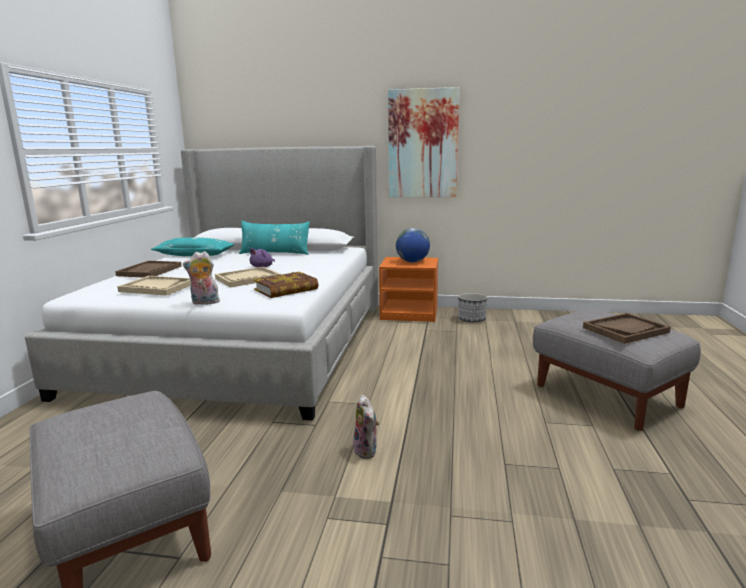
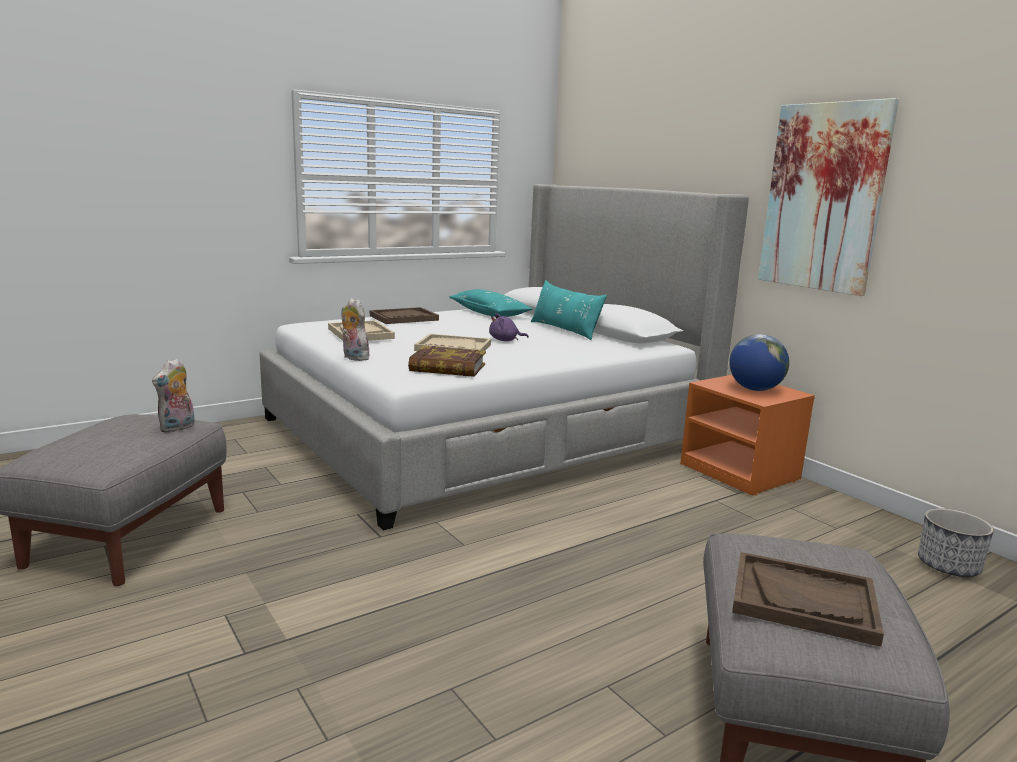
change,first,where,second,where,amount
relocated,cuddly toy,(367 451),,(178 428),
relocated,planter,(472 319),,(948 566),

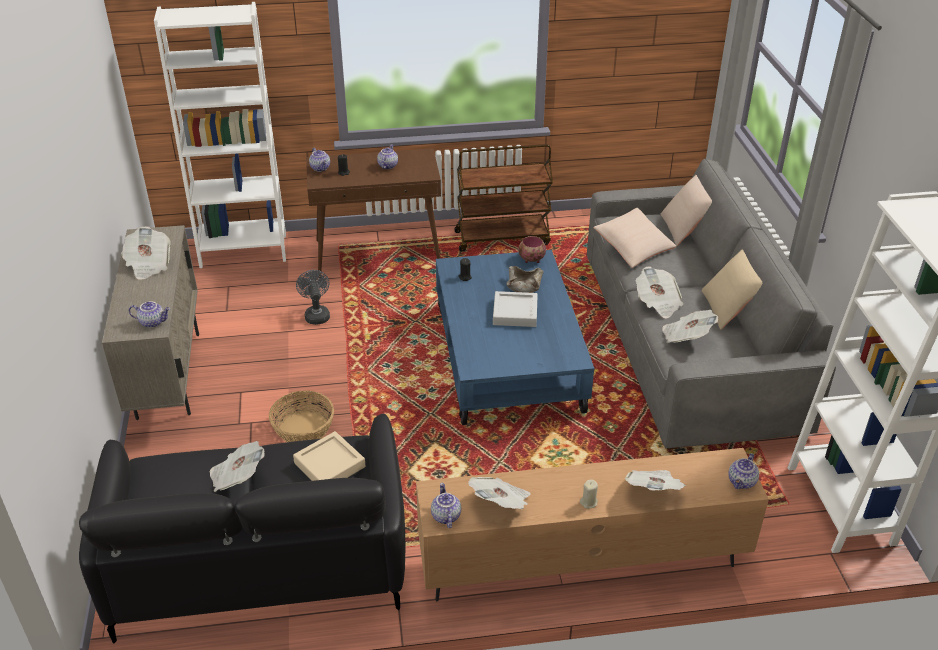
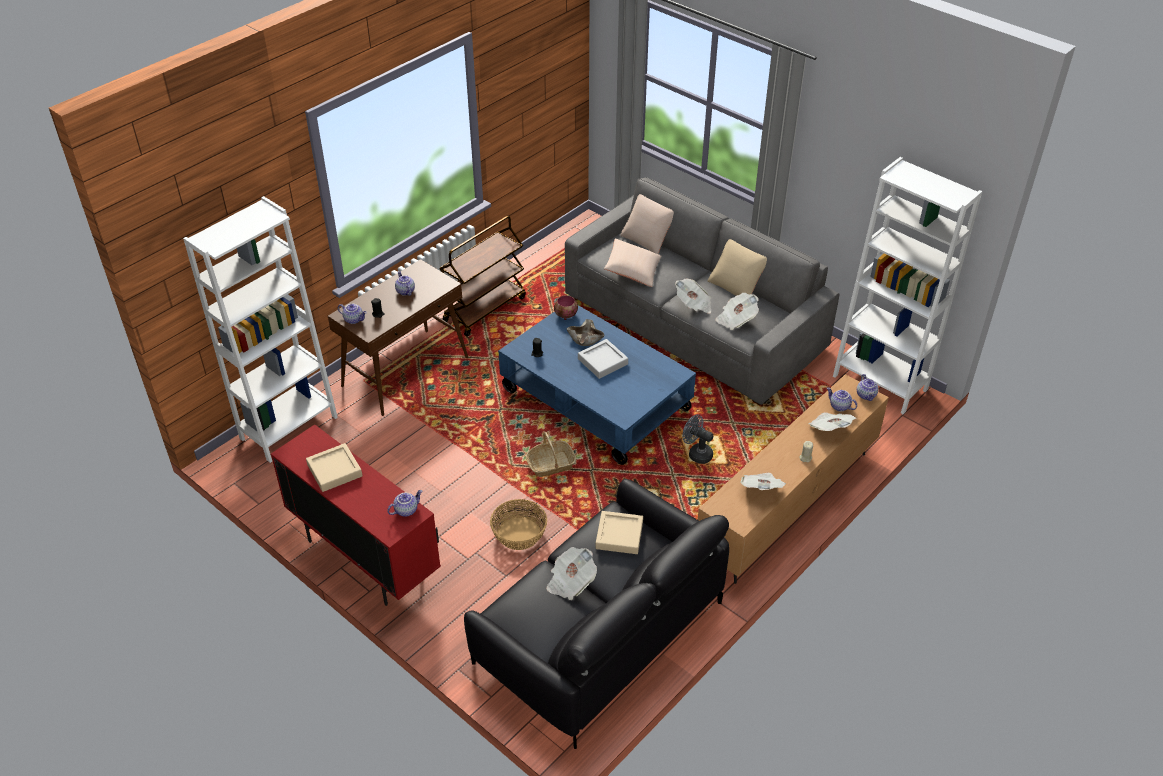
change,first,where,second,where,amount
colour,cupboard/beige,(169 375),cupboard/red-coloured,(364 558),
exchanged,daily paper,(148 264),serving tray/beige,(334 470),
appeared,,,household basket,(551 465),
relocated,fan/gray,(316 314),,(697 453),
relocated,pot for tea,(445 516),,(839 406),

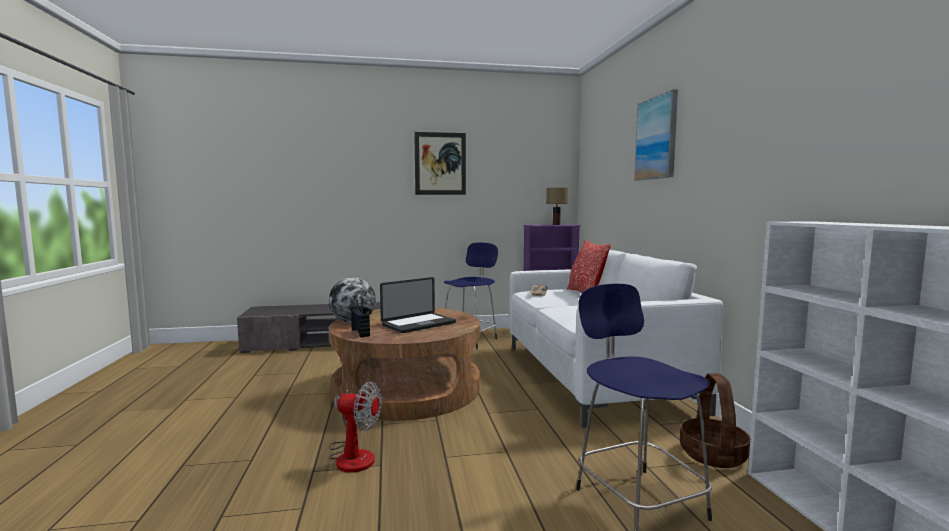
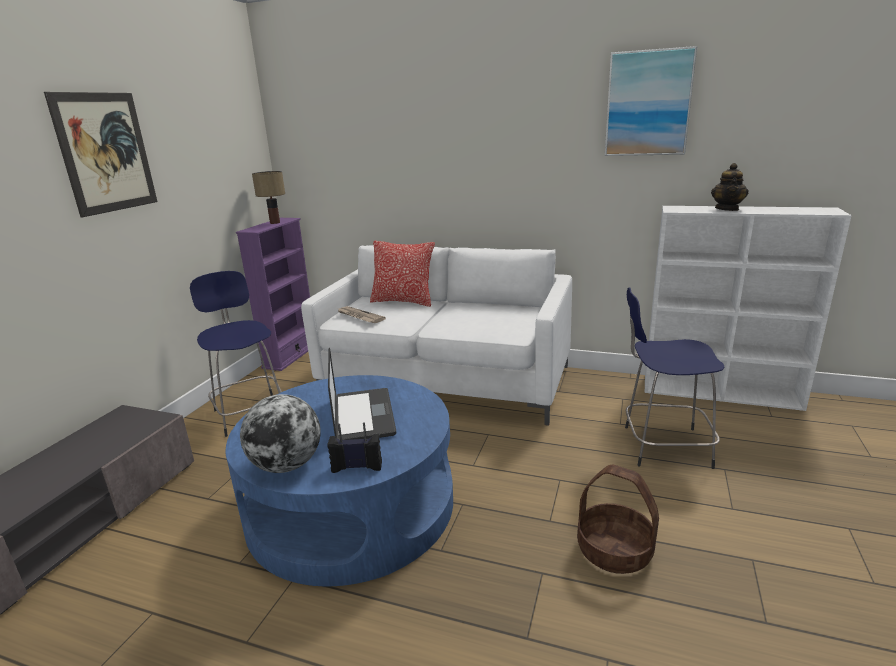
change,first,where,second,where,amount
colour,coffee table/brown,(407 388),coffee table/blue-coloured,(351 504),
relocated,household basket,(713 454),,(615 550),
relocated,wall picture,(656 138),,(648 104),
appeared,,,pot for tea,(727 209),
missing,fan,(352 455),,,

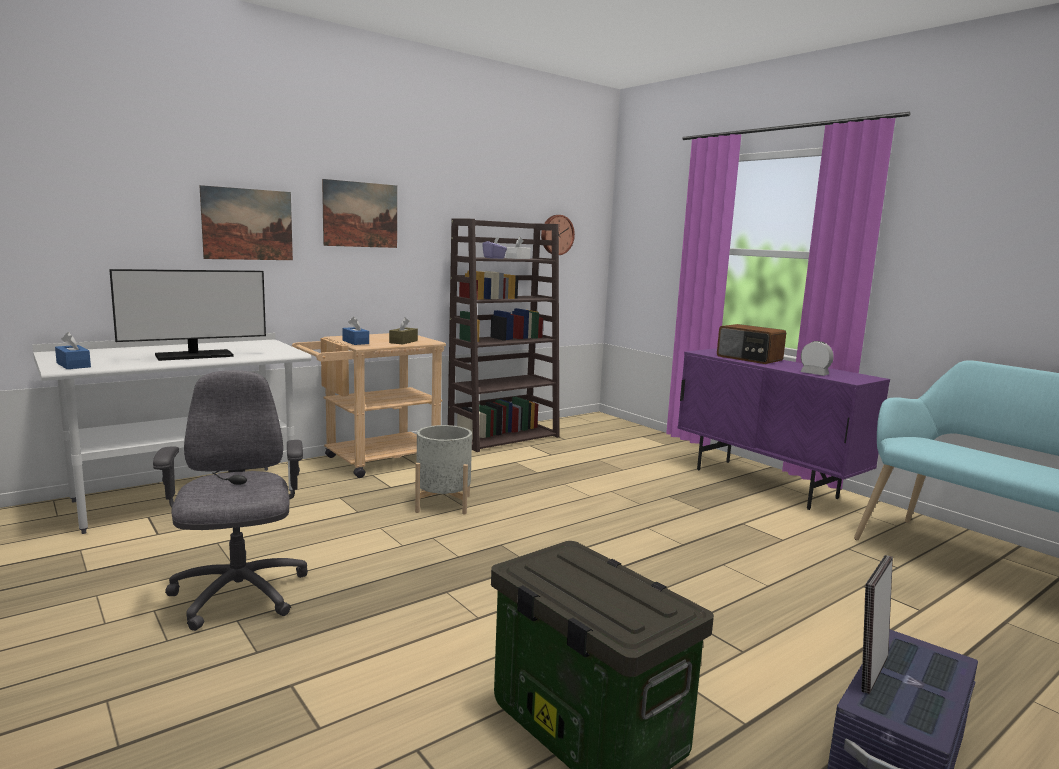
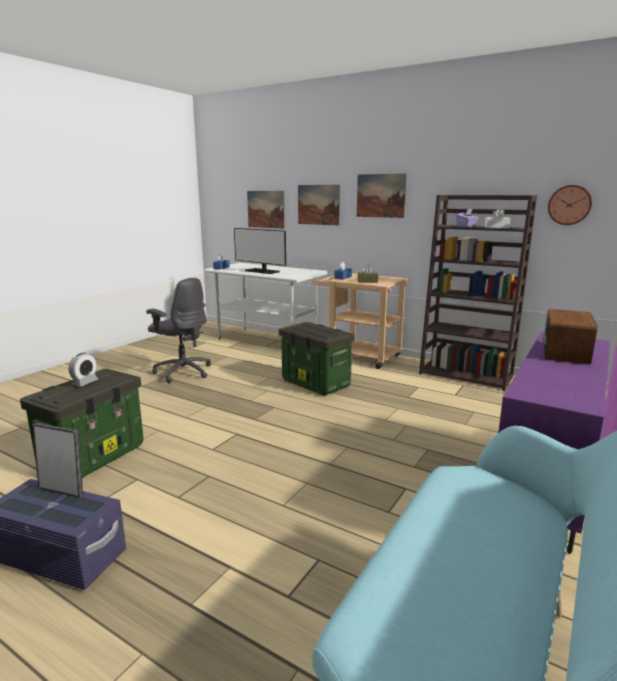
change,first,where,second,where,amount
relocated,table clock,(814 374),,(85 382),
spun,computer chair/gray,(238 596),,(183 372),75 degrees clockwise
appeared,,,wall picture,(266 209),
exchanged,planter/gray,(443 503),storage box,(316 383),

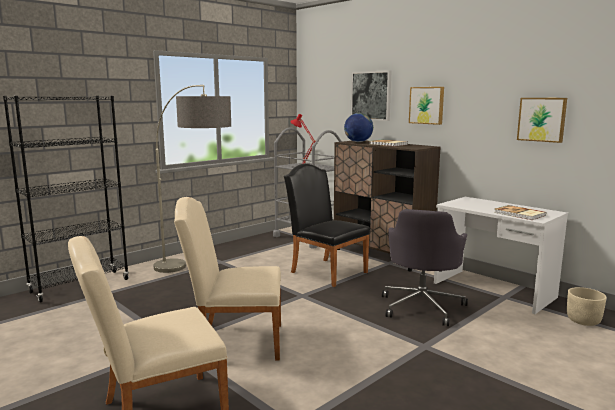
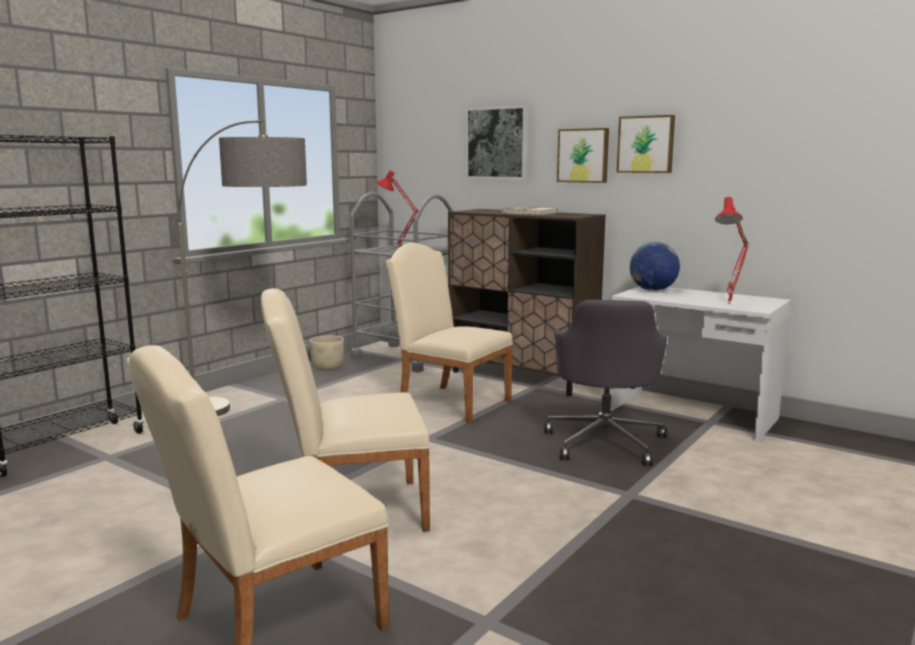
change,first,where,second,where,amount
relocated,planter/beige,(583 321),,(328 367),
colour,chair/black,(325 271),chair/beige,(448 402),
relocated,wall picture,(542 119),,(646 144),
relocated,world globe,(358 142),,(653 290),
exchanged,bound book,(519 214),lamp for a table/red-coloured,(731 304),

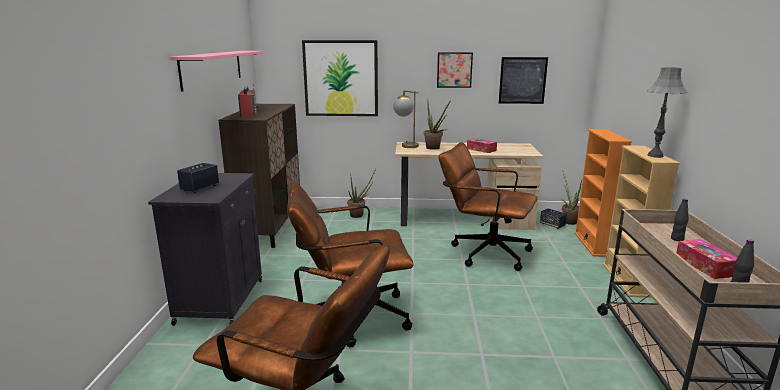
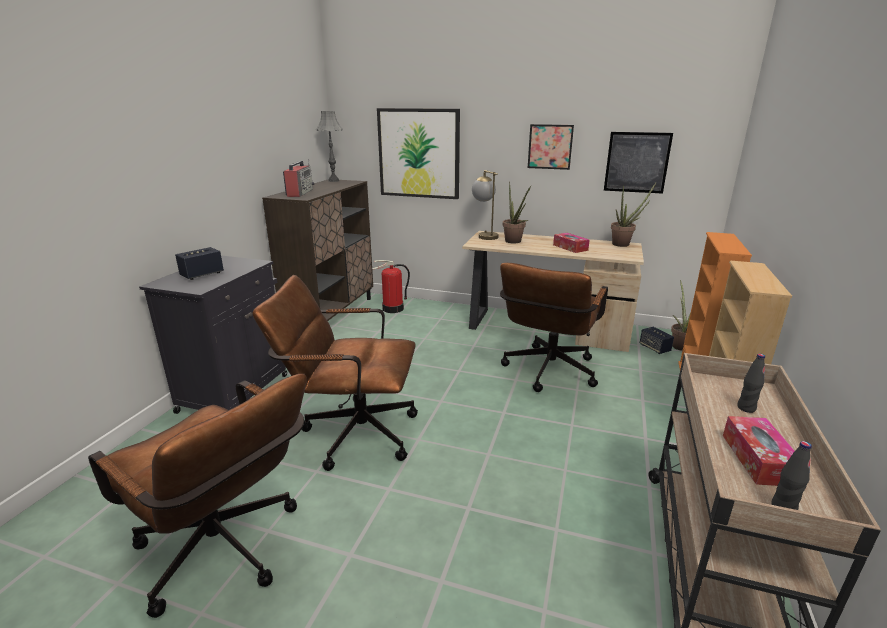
change,first,where,second,where,amount
relocated,lamp for a table/gray,(655 155),,(333 180),
appeared,,,fire extinguisher,(393 309),
spun,computer chair/brown,(484 252),,(547 373),105 degrees counterclockwise
relocated,potted plant,(359 215),,(624 244),
missing,wall shelf/pink,(212 68),,,

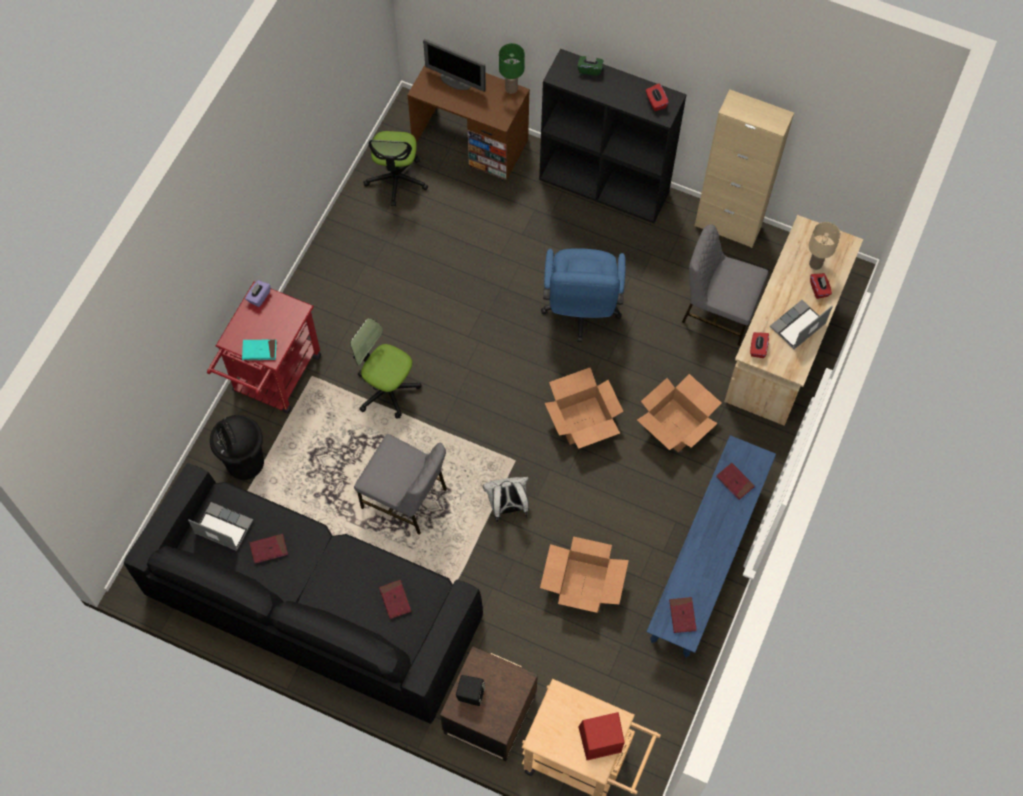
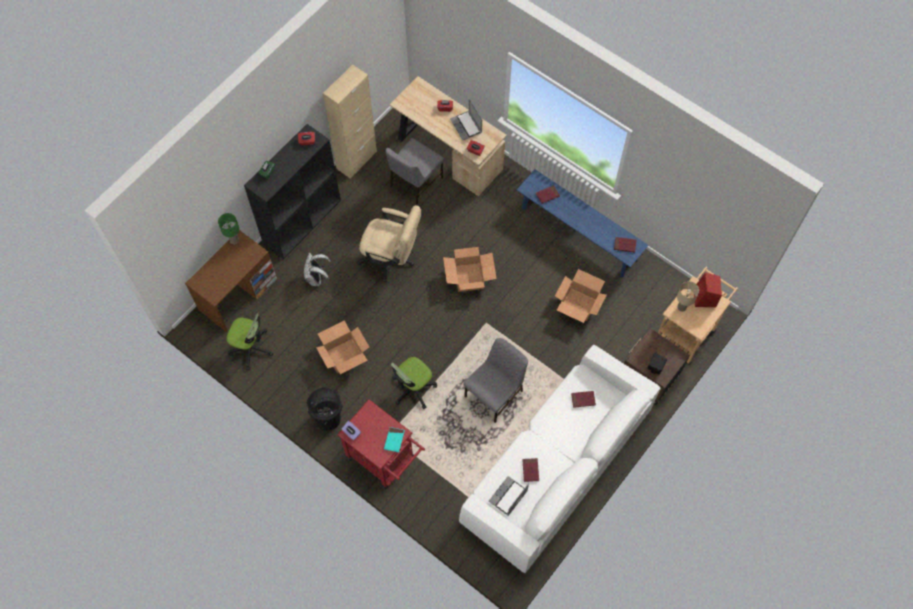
change,first,where,second,where,amount
relocated,knapsack/white,(507 507),,(317 279),
relocated,waste bin/black,(245 463),,(328 418),
relocated,cardboard box,(676 424),,(344 355),
colour,computer chair/blue-coloured,(580 312),computer chair/beige,(391 259),
colour,couch/black,(313 606),couch/white,(556 466),
relocated,lamp for a table/beige,(816 264),,(682 307),
missing,computer screen,(455 81),,,

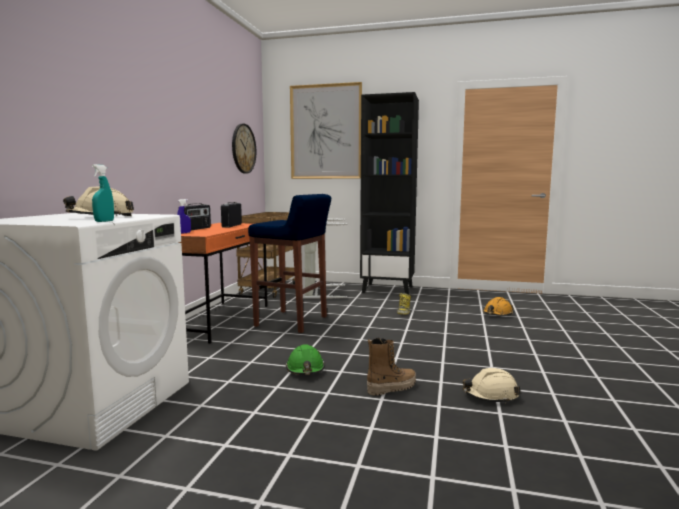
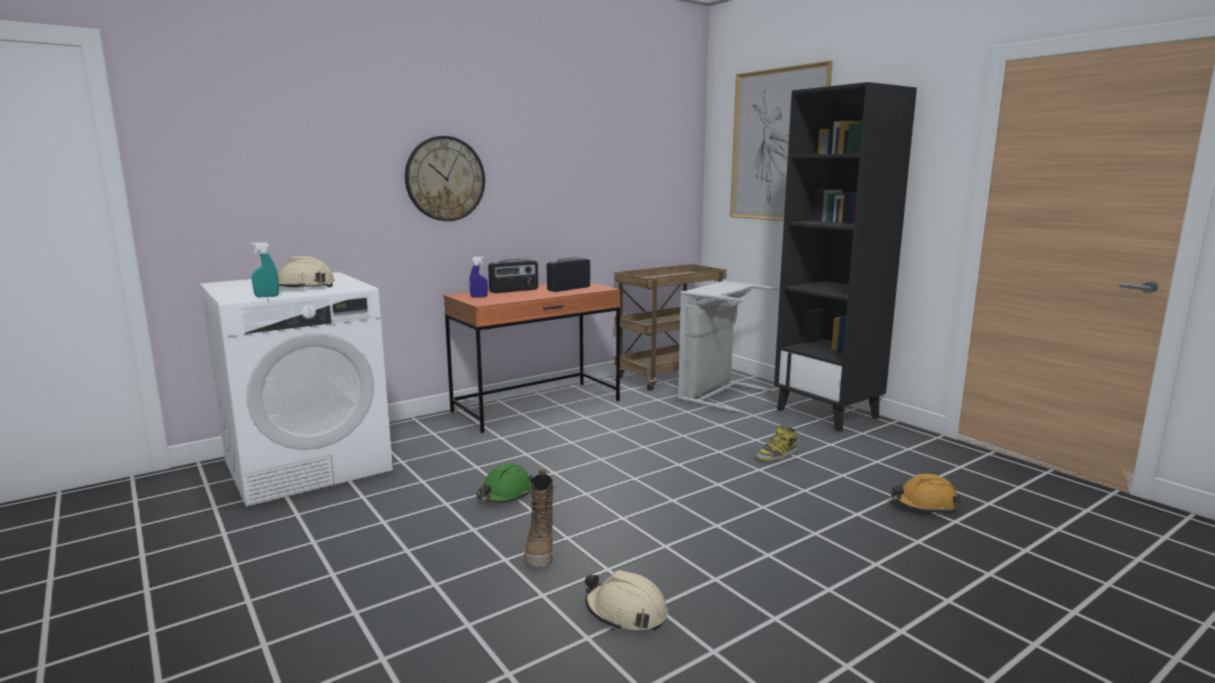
change,first,where,second,where,amount
relocated,clock on the wall,(243 148),,(445 179),
spun,tall boot,(391 388),,(540 551),75 degrees clockwise
missing,stool seat/blue-coloured,(292 322),,,

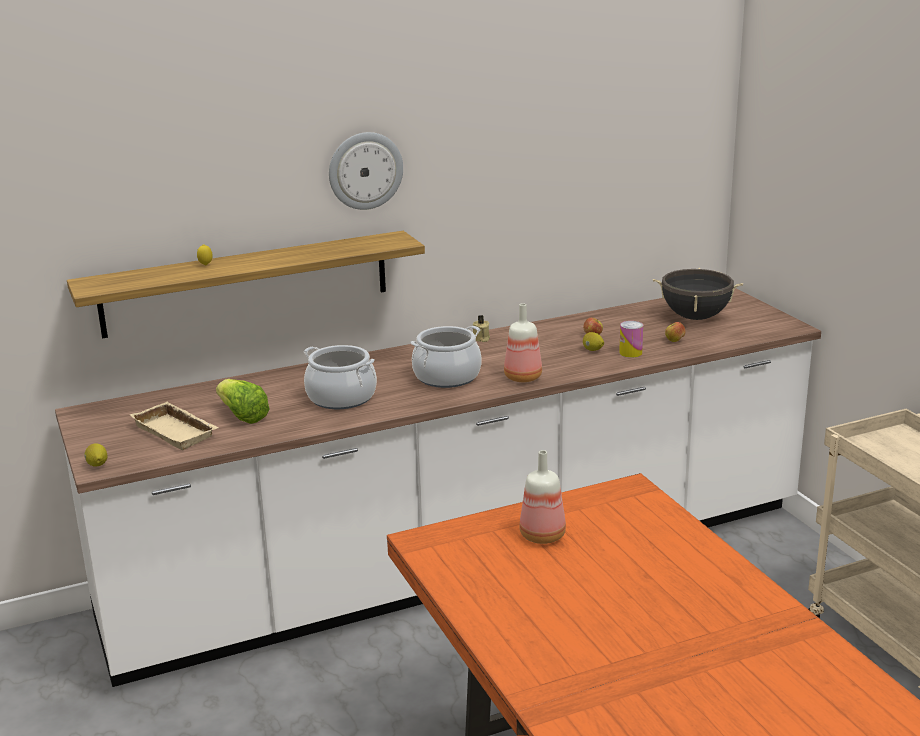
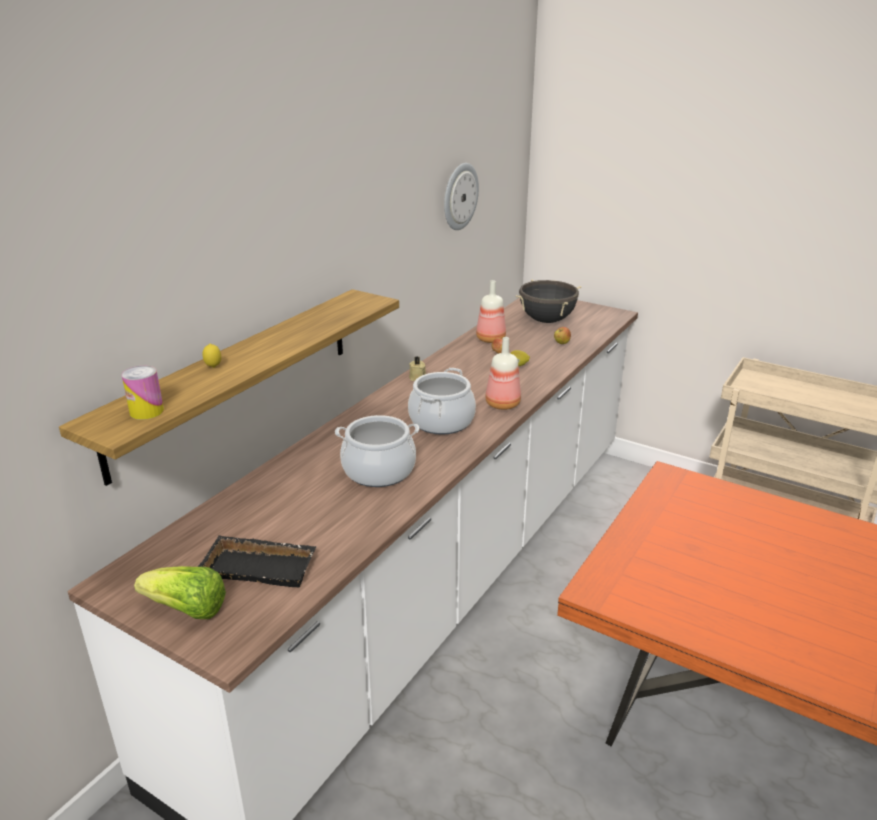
change,first,where,second,where,amount
relocated,sealed can,(630 353),,(146 411),
relocated,lettuce head,(242 416),,(187 610),
colour,serving tray/beige,(178 431),serving tray/black,(262 566),
relocated,clock on the wall,(365 170),,(459 196),
relocated,drink bottle,(541 535),,(489 339),
missing,whole lemon,(97 465),,,

